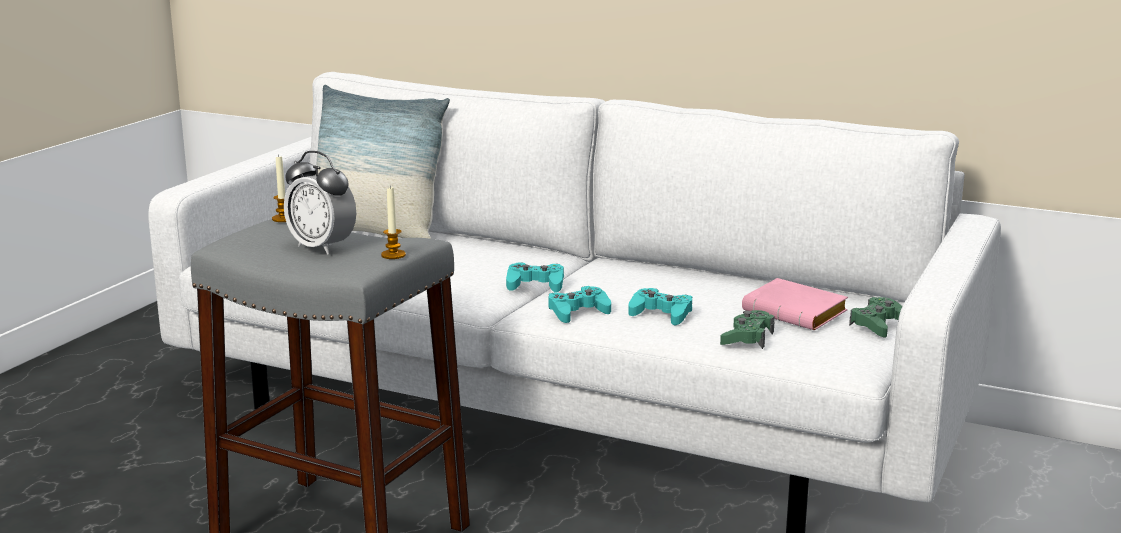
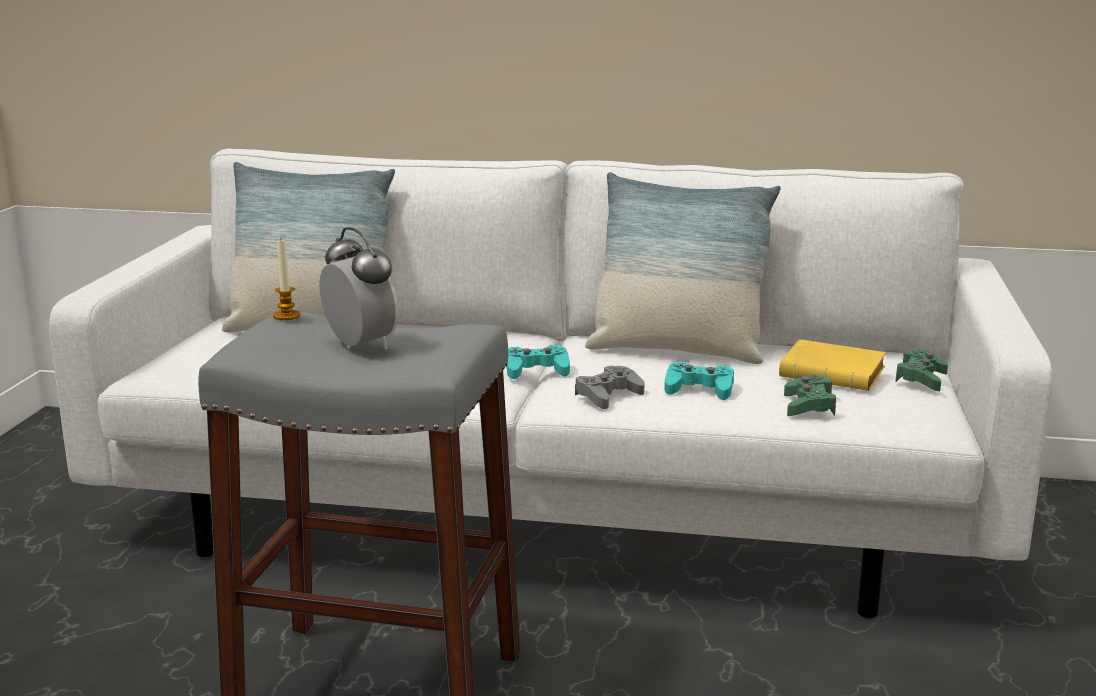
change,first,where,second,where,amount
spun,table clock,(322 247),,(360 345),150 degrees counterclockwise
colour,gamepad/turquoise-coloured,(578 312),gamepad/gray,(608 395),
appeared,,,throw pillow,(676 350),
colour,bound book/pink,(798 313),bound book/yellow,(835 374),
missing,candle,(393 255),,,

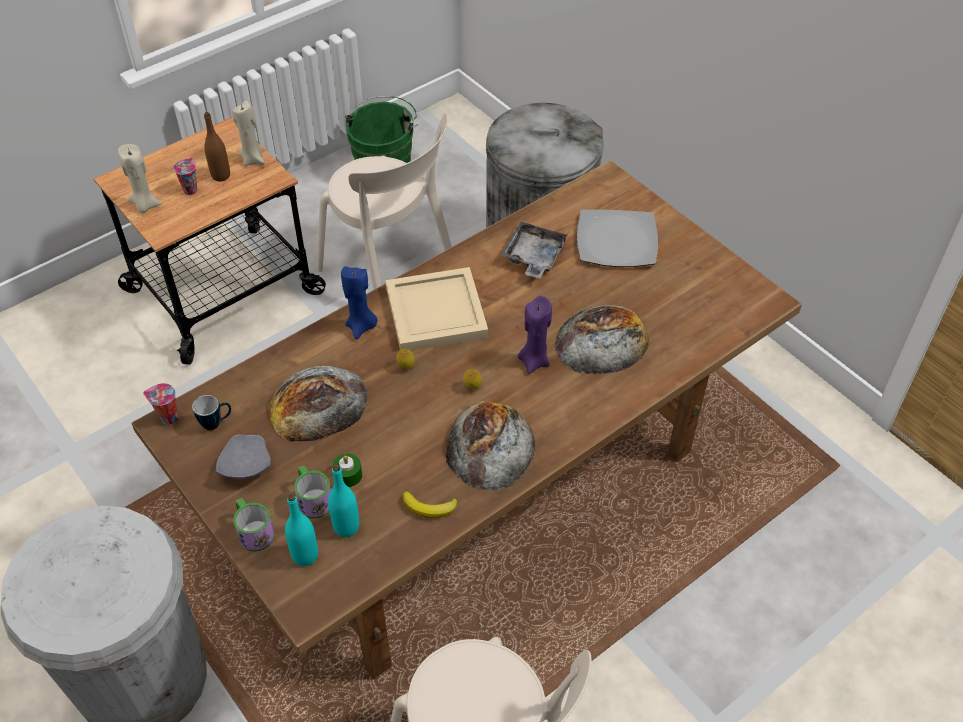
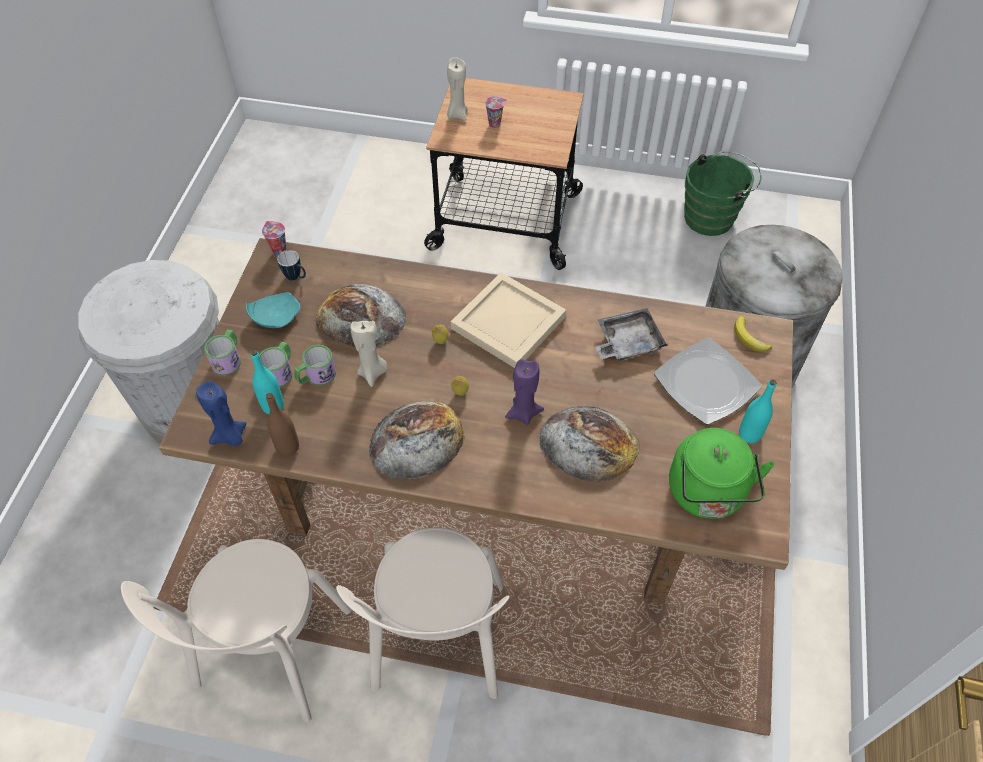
change,first,where,second,where,amount
relocated,candle/blue-coloured,(361 326),,(230 437),
colour,dinner plate/gray,(244 466),dinner plate/turquoise-coloured,(275 317),
relocated,drink bottle/brown,(221 175),,(288 447),
exchanged,candle/green-coloured,(348 475),mug,(316 376),
relocated,chair/beige,(391 271),,(438 643),
relocated,candle/beige,(253 159),,(372 373),
appeared,,,tea kettle/green-coloured,(707 495),
relocated,banana,(429 507),,(749 338),
relocated,drink bottle/turquoise-coloured,(305 555),,(749 434),

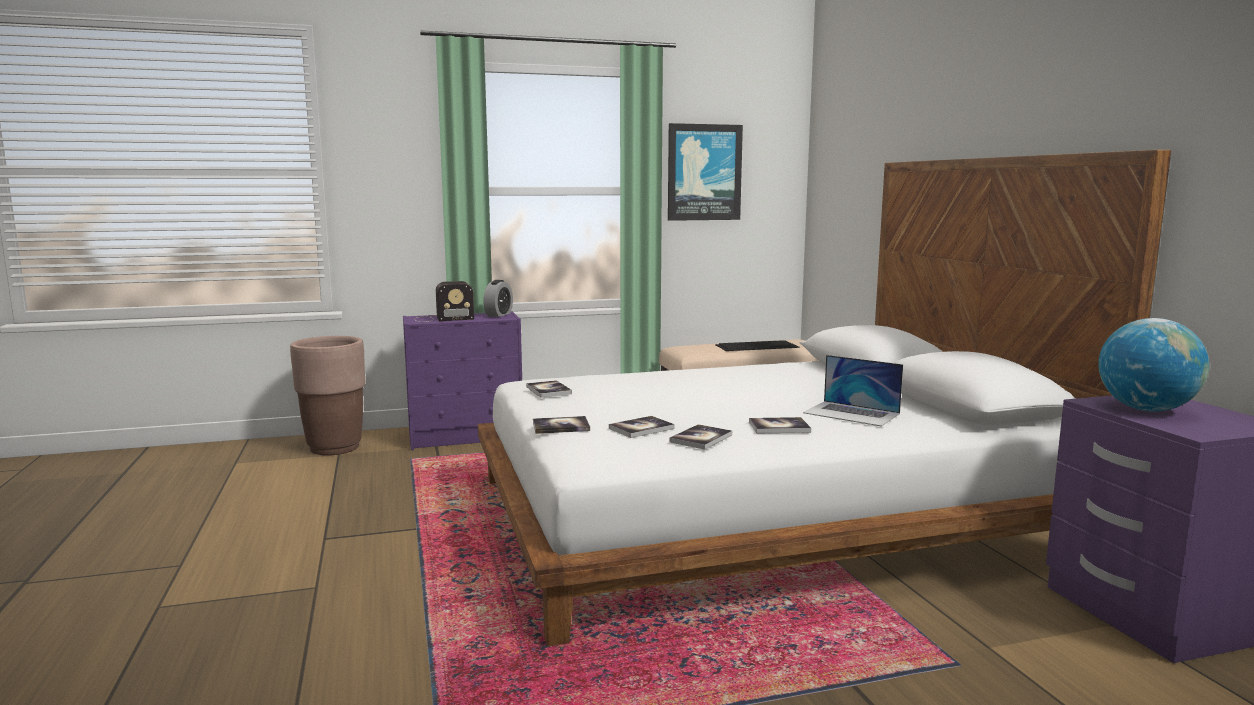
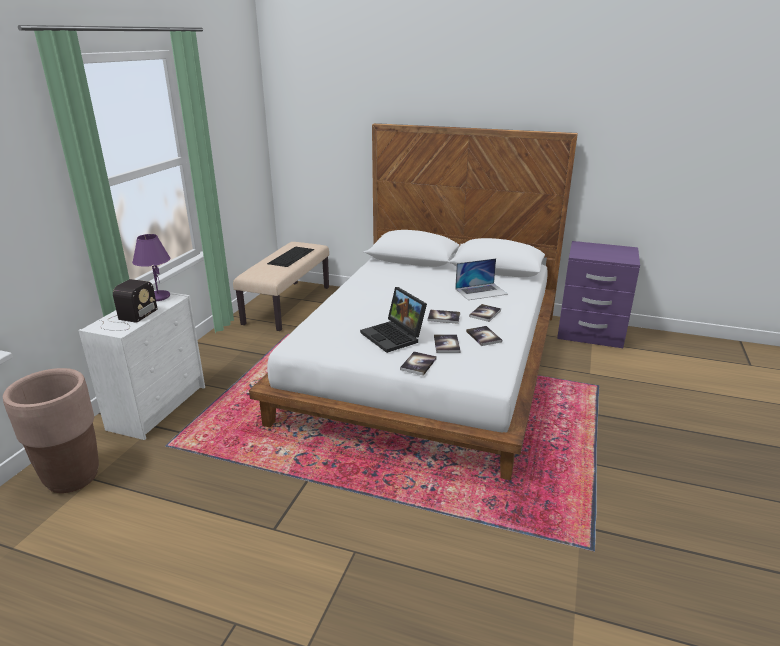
change,first,where,second,where,amount
colour,dresser/purple-coloured,(467 437),dresser/white,(158 407),
exchanged,table clock,(498 314),lamp for a table/purple-coloured,(158 297),
appeared,,,laptop,(394 336),
relocated,bound book,(548 390),,(444 317),
missing,wall picture,(704 172),,,
missing,world globe,(1146 409),,,

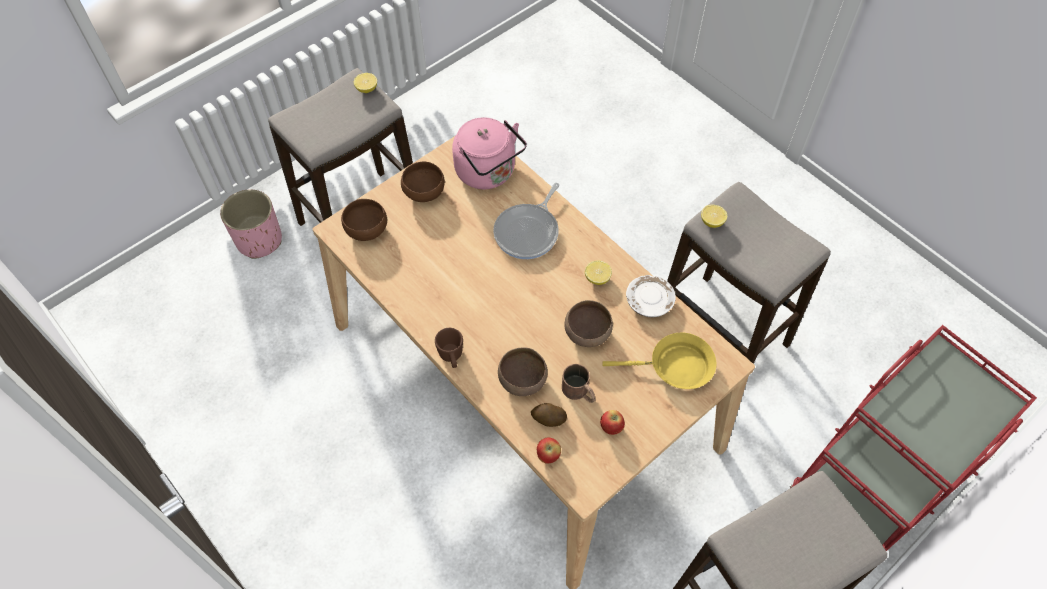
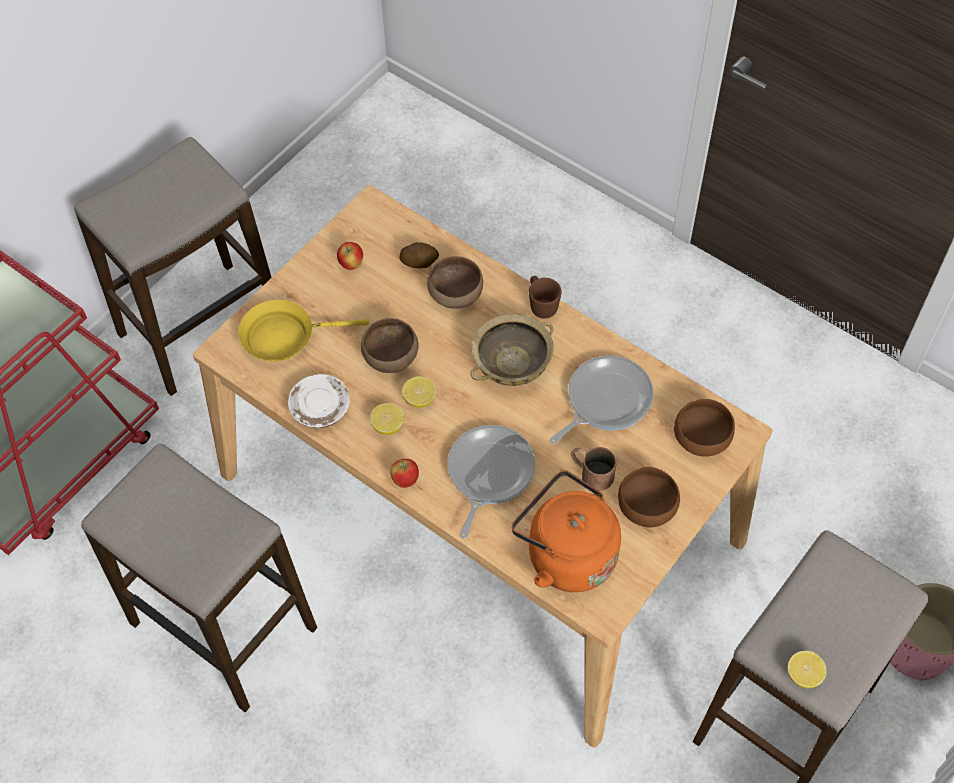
change,first,where,second,where,amount
relocated,apple,(548 455),,(405 480),
relocated,whole lemon,(712 222),,(419 399),
appeared,,,bowl/beige,(511 365),
colour,tea kettle/pink,(488 173),tea kettle/orangey,(566 554),
appeared,,,skillet,(605 400),
relocated,mug/brown,(579 392),,(590 472),

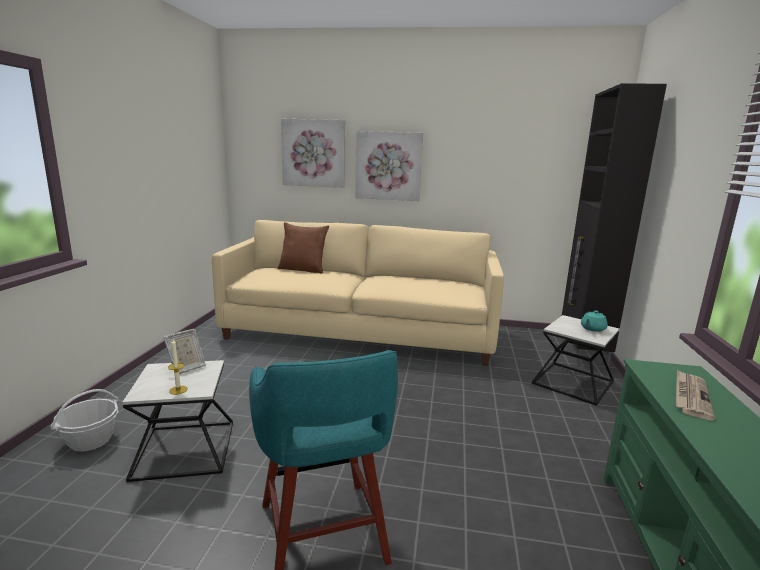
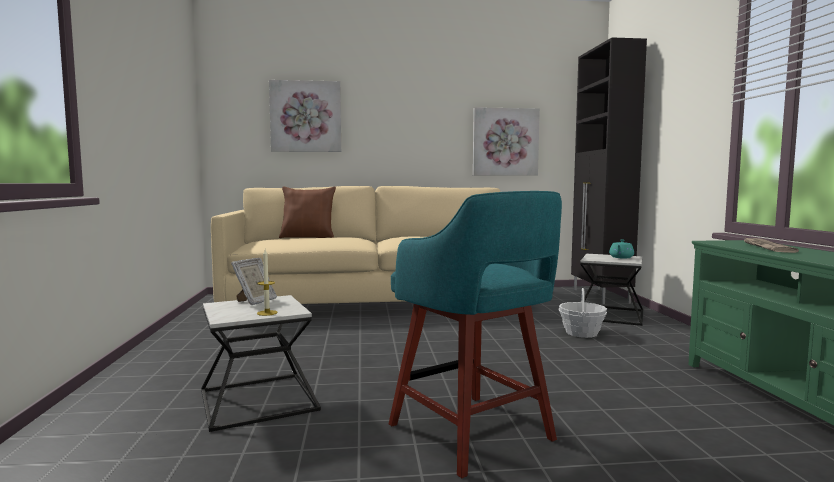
change,first,where,second,where,amount
relocated,wall picture,(388 166),,(505 142),
relocated,household basket,(90 440),,(581 333),

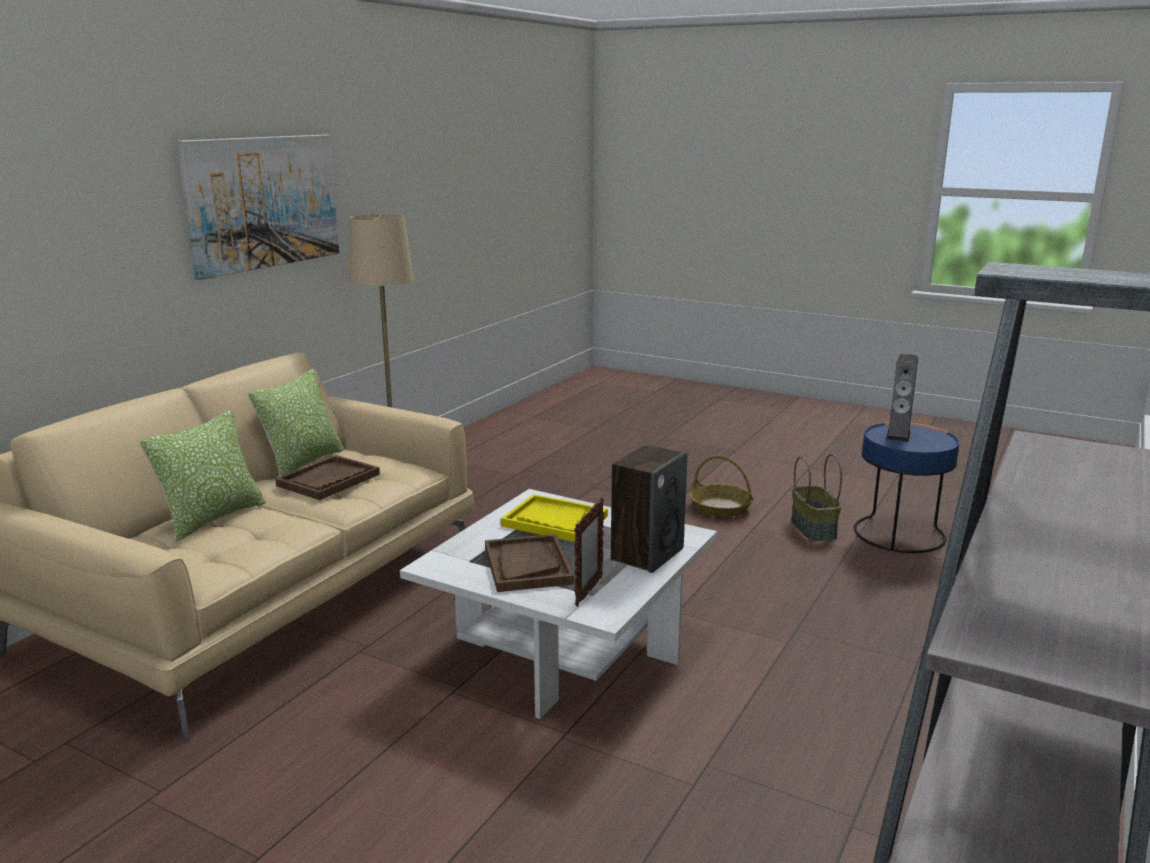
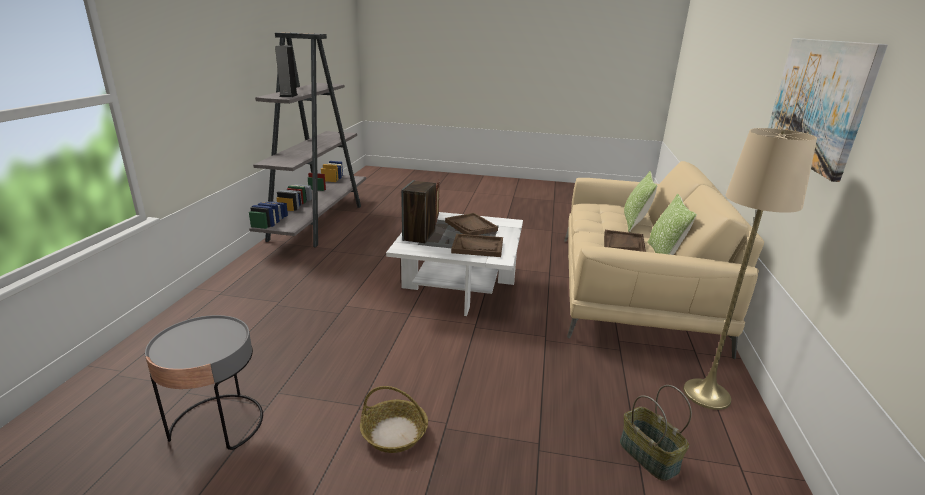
change,first,where,second,where,amount
colour,end table/blue-coloured,(898 534),end table/gray,(217 424),
relocated,audio speaker,(898 435),,(288 95),
colour,serving tray/yellow,(554 521),serving tray/brown,(477 247),
relocated,household basket,(814 529),,(647 456),

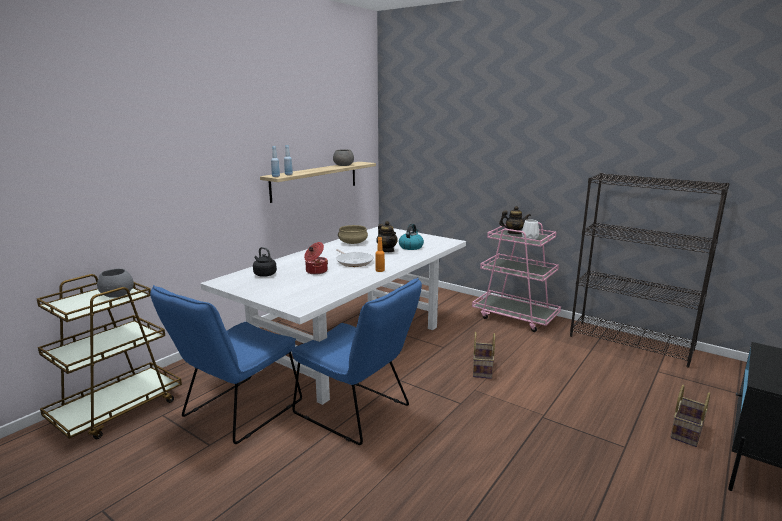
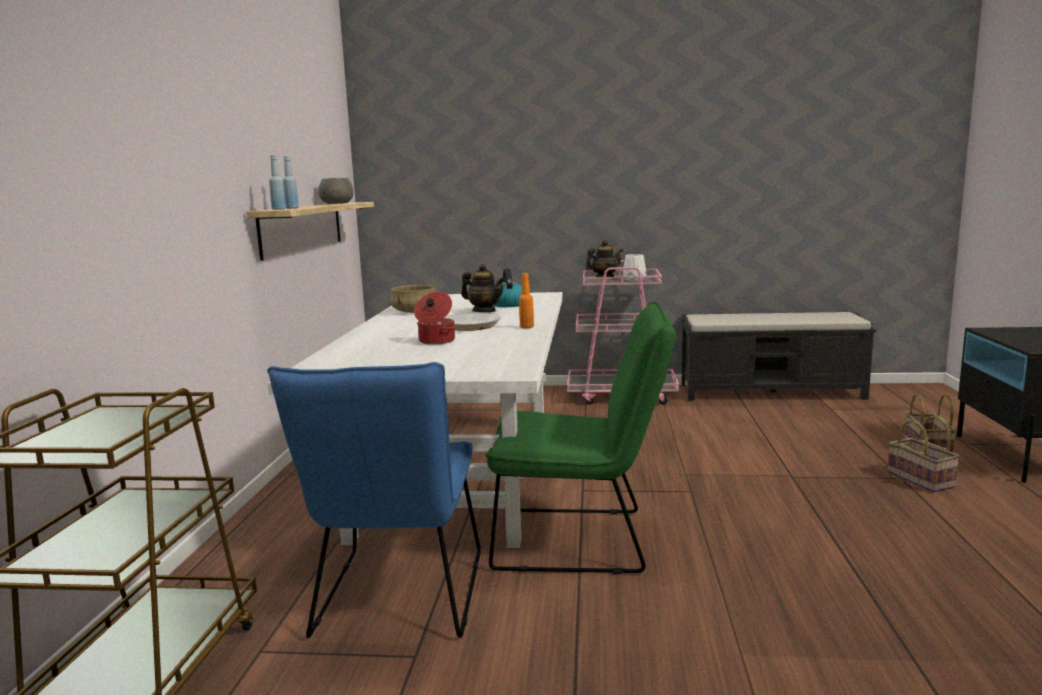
change,first,where,second,where,amount
colour,chair/blue-coloured,(357 412),chair/green-coloured,(582 540),
exchanged,bookcase/black,(631 343),indoor bench/black,(771 391),
relocated,household basket,(483 369),,(922 480),
missing,bowl/gray,(117 294),,,
missing,tea kettle/black,(264 274),,,

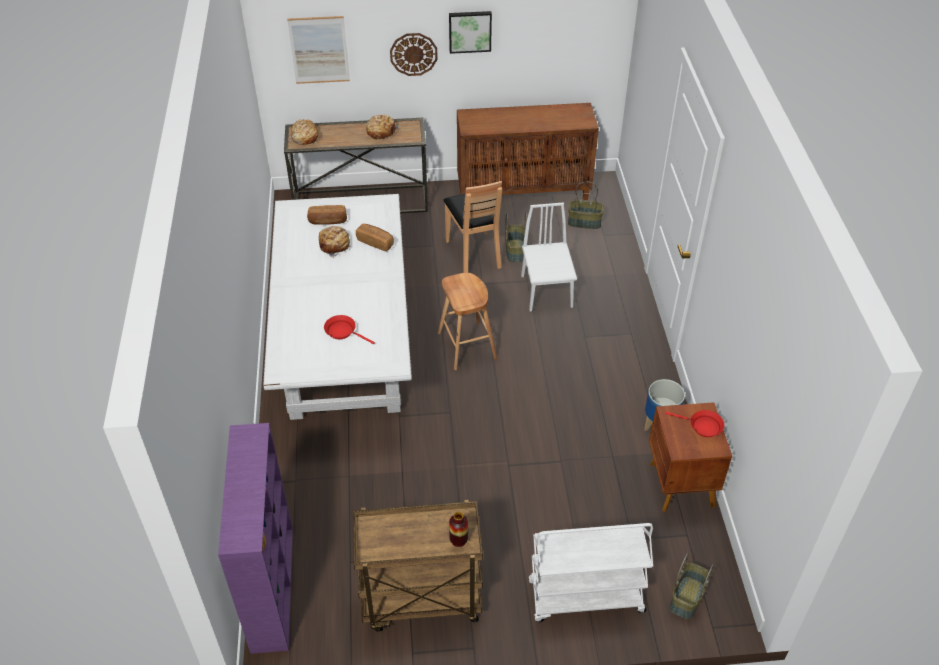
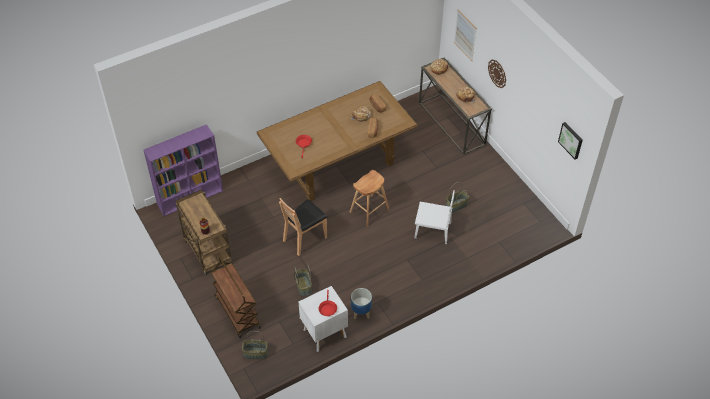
change,first,where,second,where,amount
colour,wheeled cart/white,(585 597),wheeled cart/brown,(237 312),
colour,kitchen table/white,(345 349),kitchen table/brown,(338 163),
relocated,chair/brown,(474 253),,(305 238),
relocated,household basket,(584 222),,(304 286),
colour,bedside table/brown,(681 486),bedside table/white,(323 333),
spun,chair/white,(546 291),,(432 230),45 degrees clockwise
relocated,wall picture,(470 31),,(571 140),
missing,cupboard/brown,(524 191),,,

